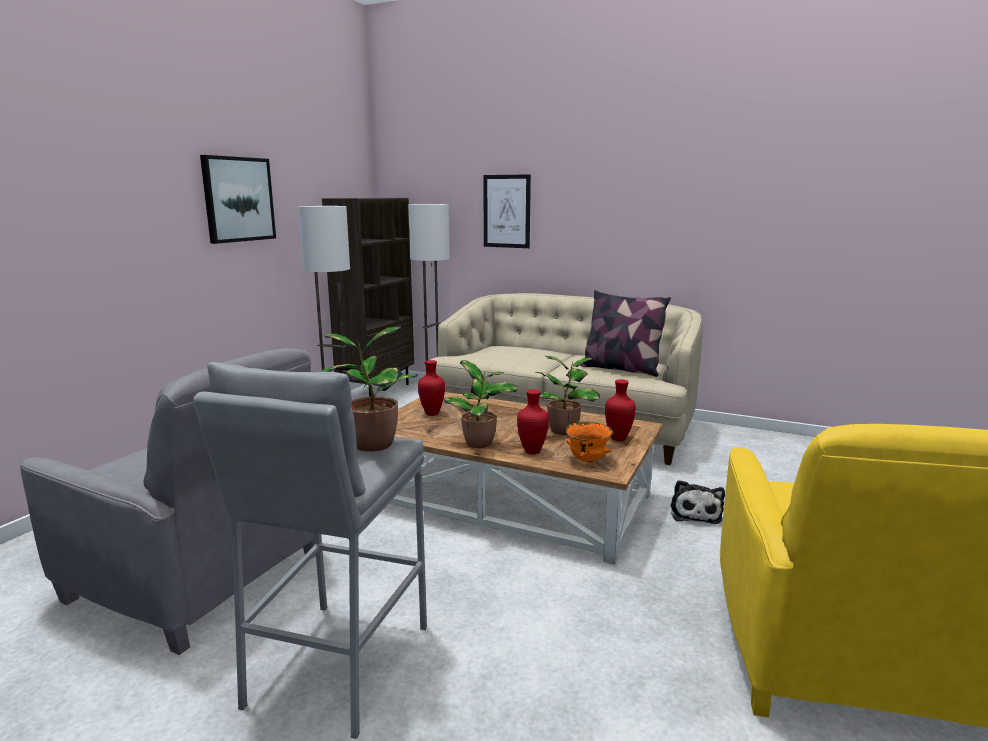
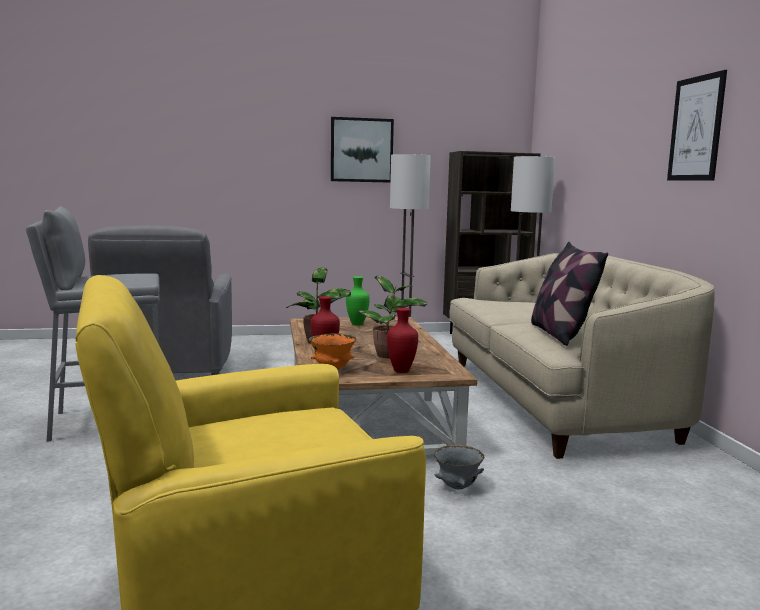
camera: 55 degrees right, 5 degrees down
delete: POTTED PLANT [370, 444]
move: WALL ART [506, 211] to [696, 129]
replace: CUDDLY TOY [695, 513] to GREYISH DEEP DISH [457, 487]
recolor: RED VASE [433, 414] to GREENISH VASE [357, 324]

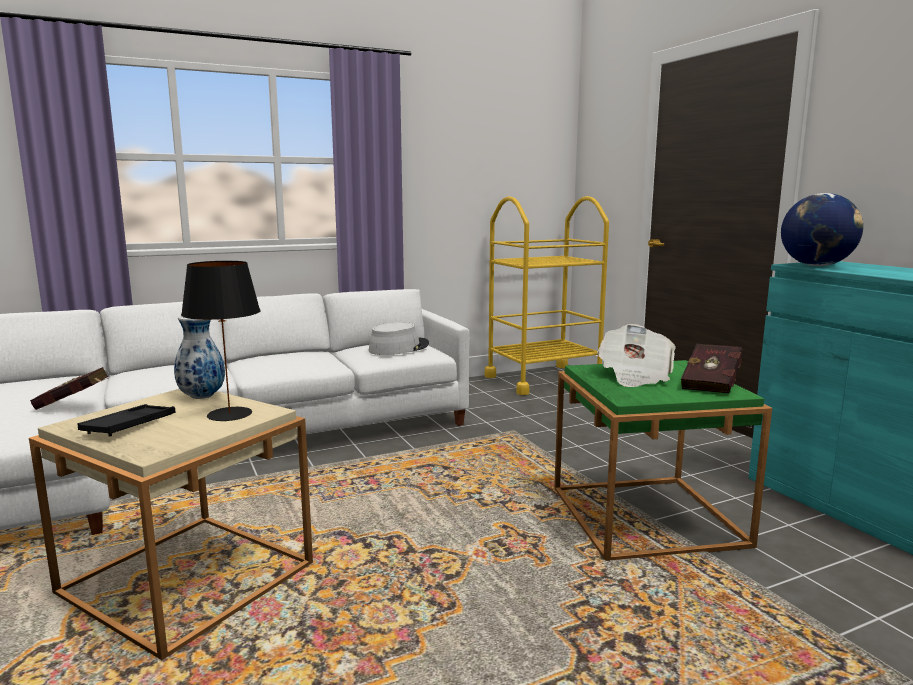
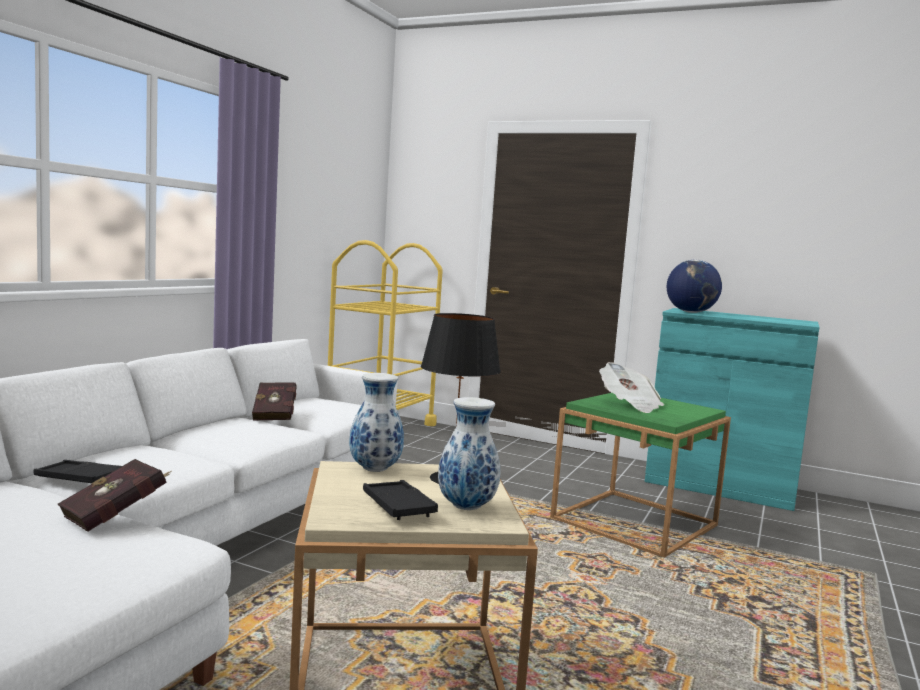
camera: 40 degrees left, 5 degrees down
delete: GREYISH WEARABLE HAT [398, 348]
insert: BLACK SERVING TRAY [78, 478]; VASE [465, 507]
move: RED BOUND BOOK [712, 385] to [275, 415]

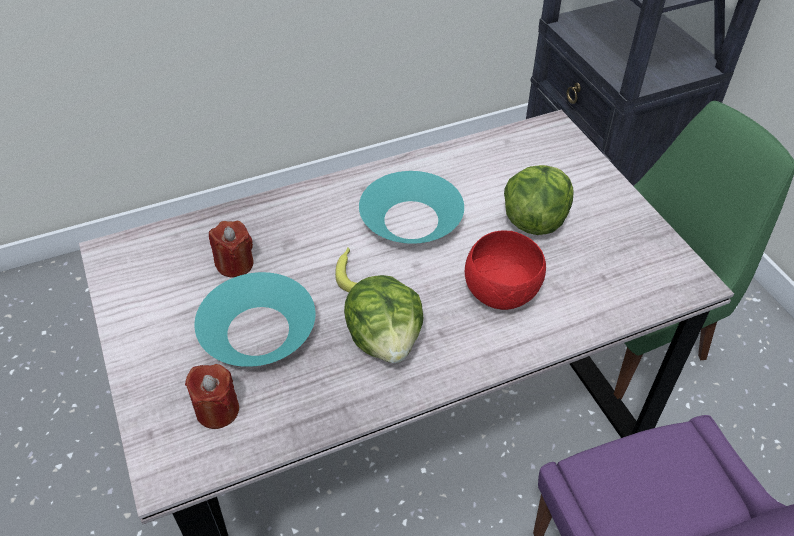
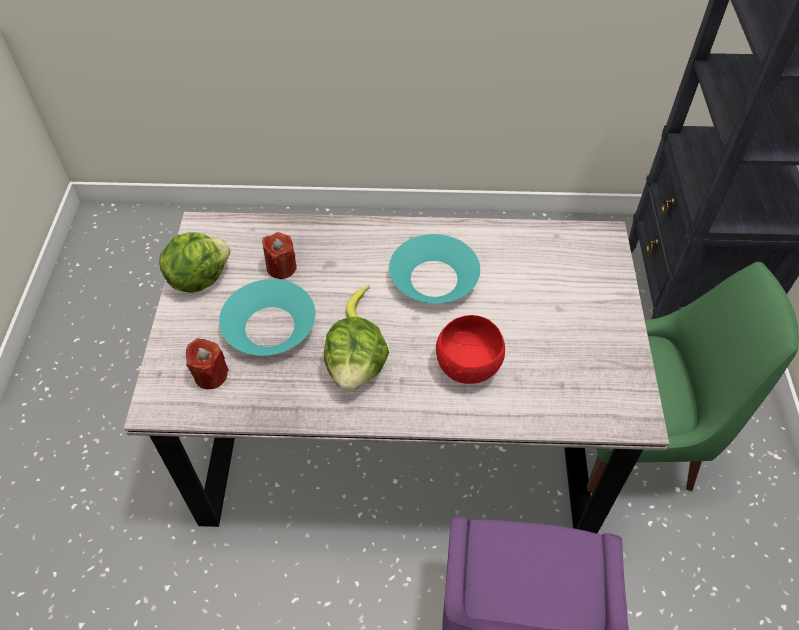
camera: 25 degrees right, 5 degrees up
move: LETTUCE [534, 220] to [198, 278]

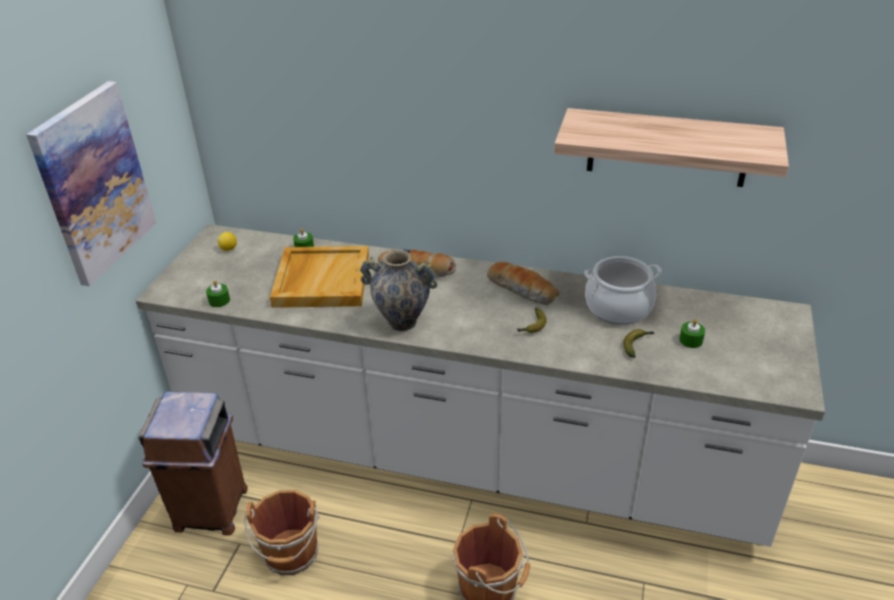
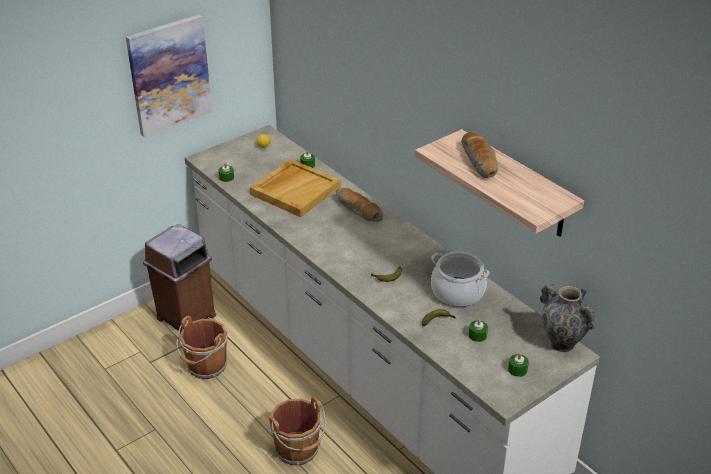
camera: 35 degrees right, 0 degrees up
insert: GREENISH WAX CANDLE [517, 369]
move: BAKERY BREAD [523, 290] to [480, 162]; VASE [402, 322] to [562, 343]

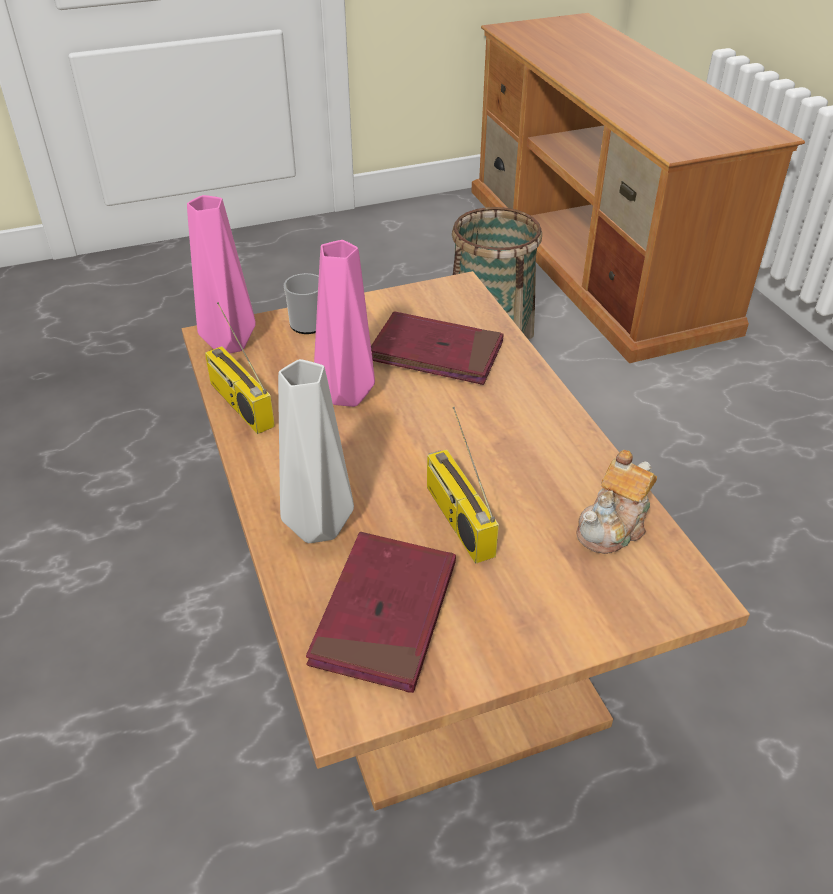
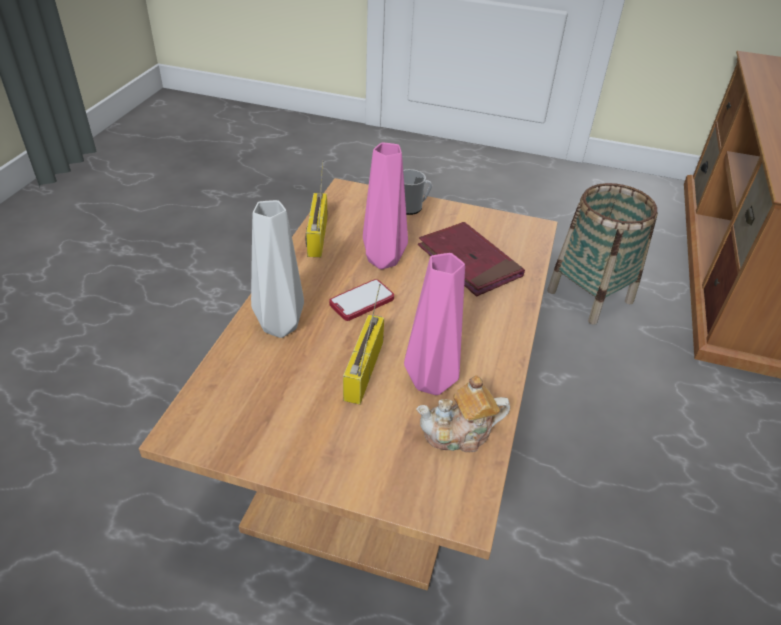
camera: 35 degrees right, 0 degrees up
delete: RED BOUND BOOK [385, 614]
insert: TELEPHONE [362, 301]
move: PINKISH VASE [229, 346] to [430, 384]

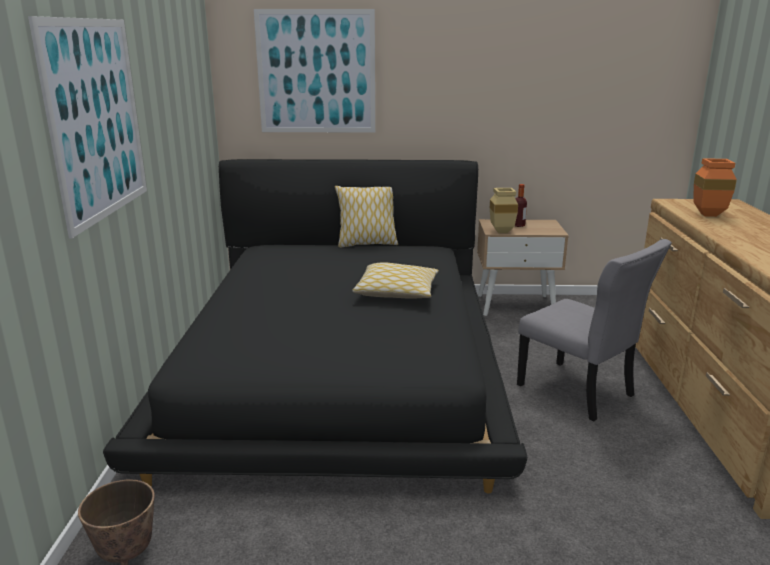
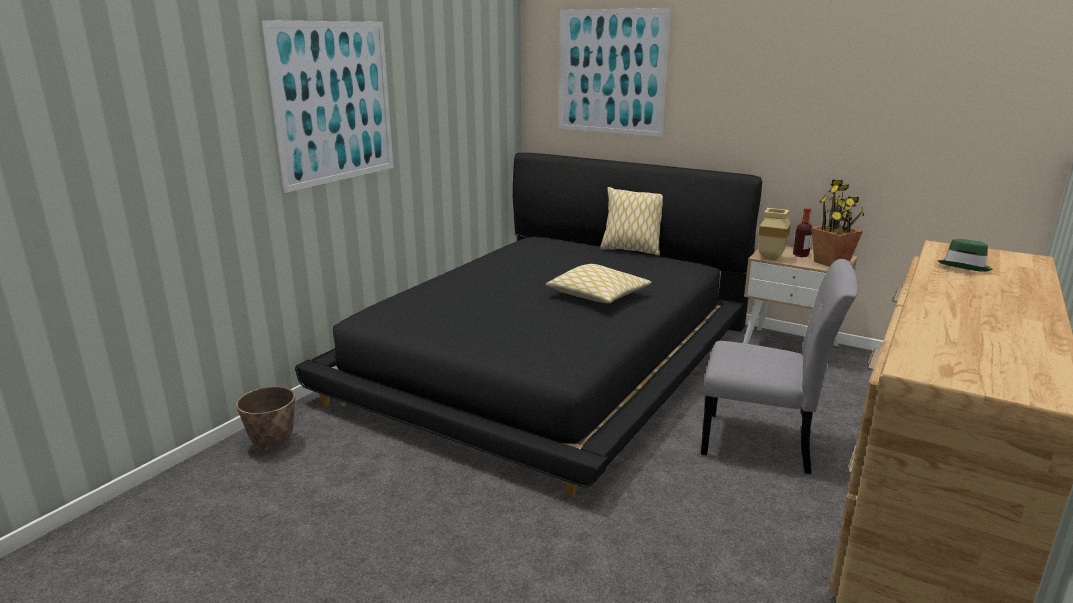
camera: 30 degrees right, 0 degrees up
insert: POTTED PLANT [831, 263]
replace: ORANGE VASE [709, 214] to GREENISH WEARABLE HAT [965, 266]
rotate: GREYISH CHAIR [578, 392] = [763, 443] 60 degrees counterclockwise

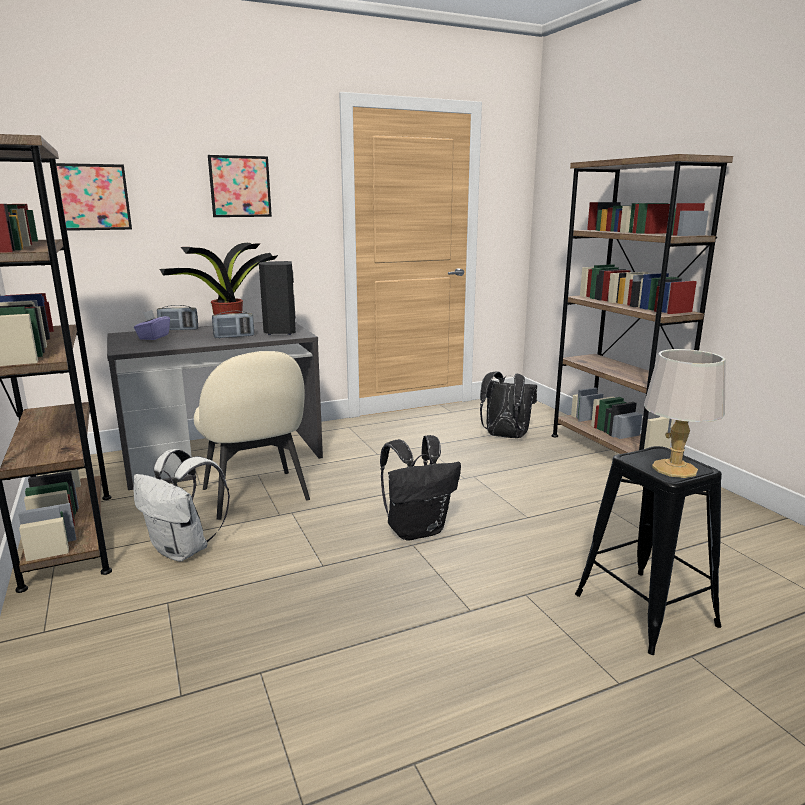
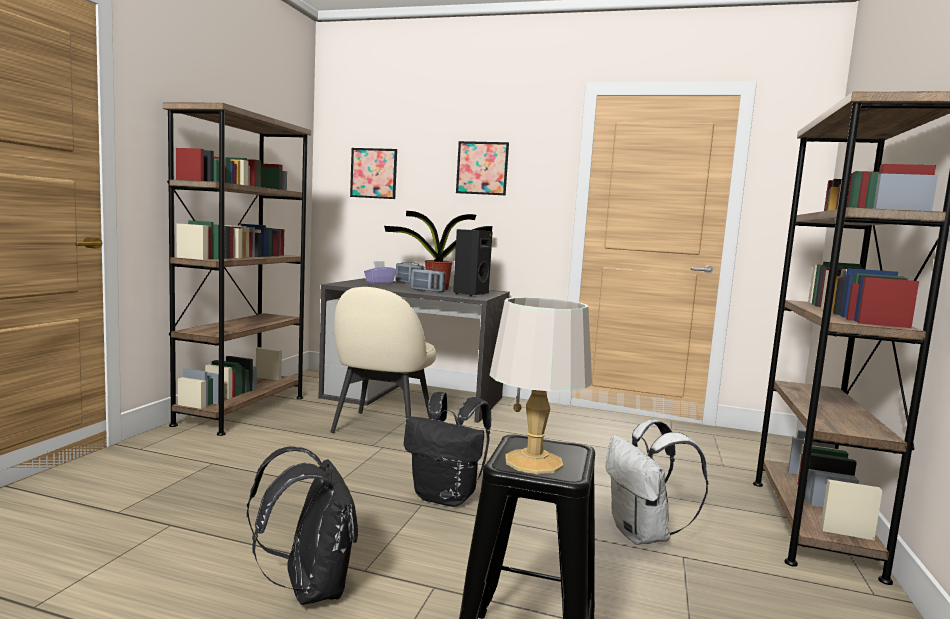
camera: 40 degrees right, 10 degrees down
move: BLACK KNAPSACK [504, 436] to [309, 588]; WHITE-COLOURED KNAPSACK [184, 550] to [643, 535]

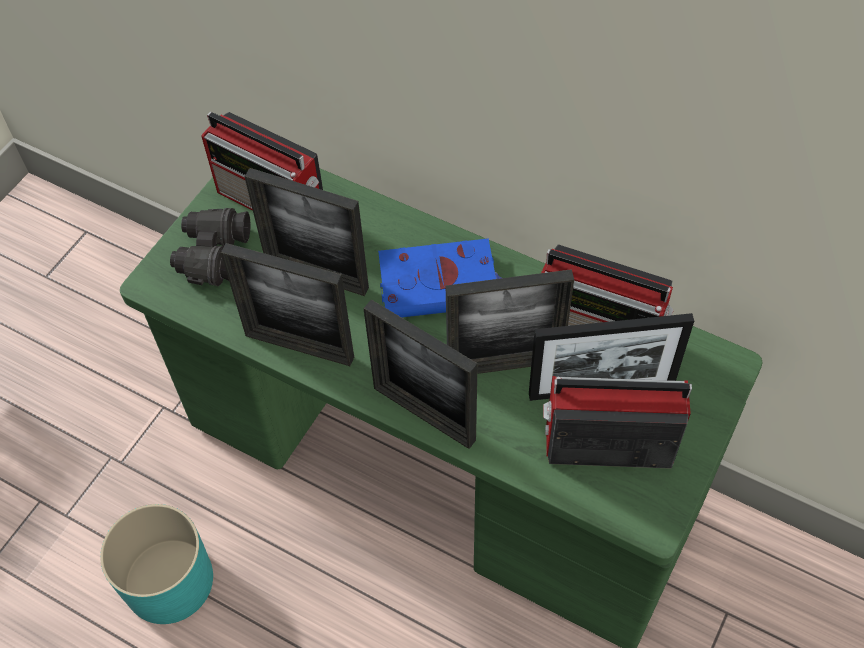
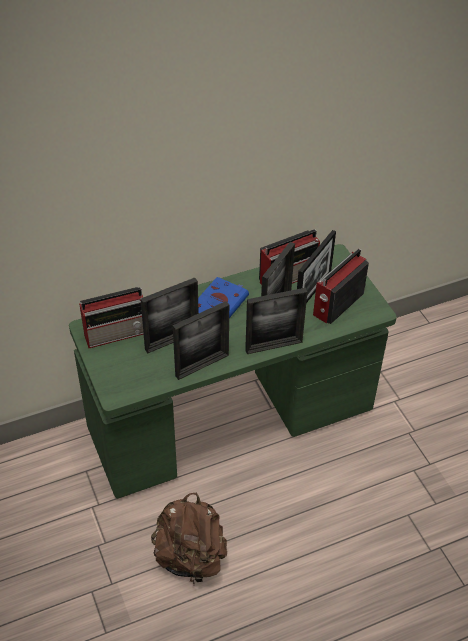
camera: 55 degrees left, 10 degrees down
delete: BLACK BINOCULARS [213, 255]
replace: BLUE-GREEN FLOWER POT [169, 581] to BROWN KNAPSACK [191, 557]

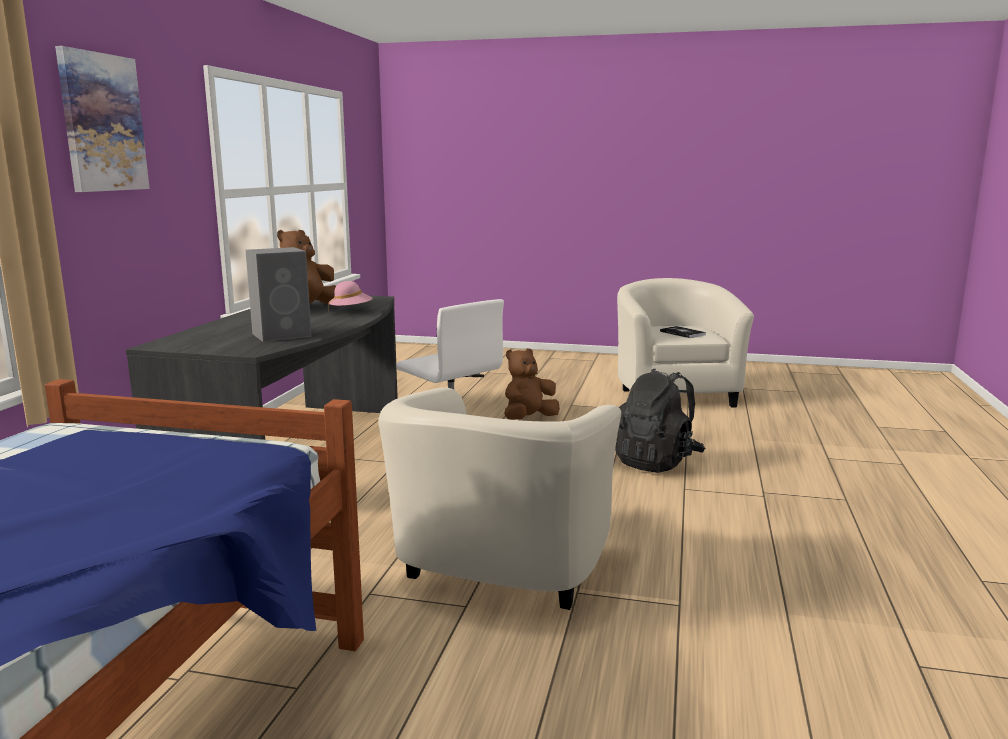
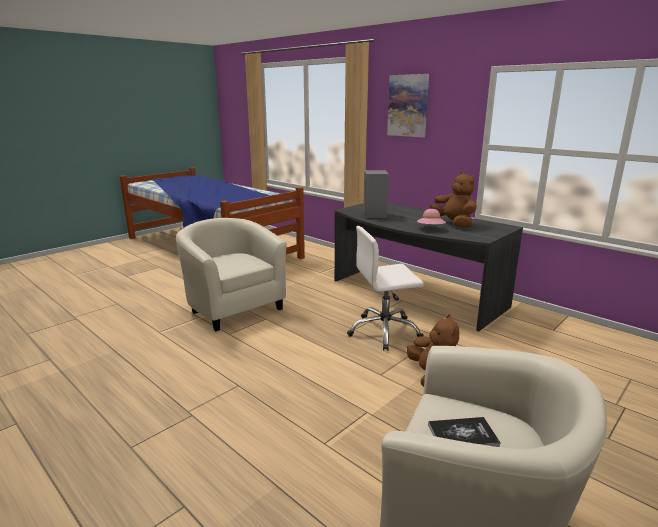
camera: 120 degrees right, 5 degrees up
delete: BLACK KNAPSACK [656, 462]

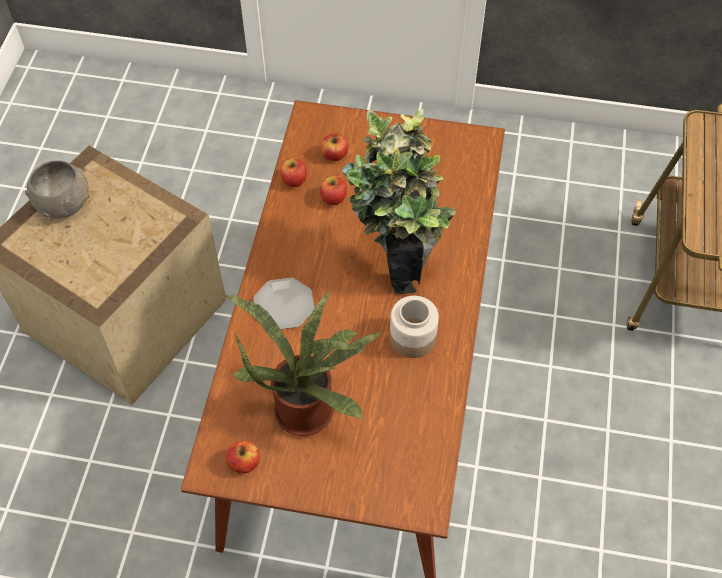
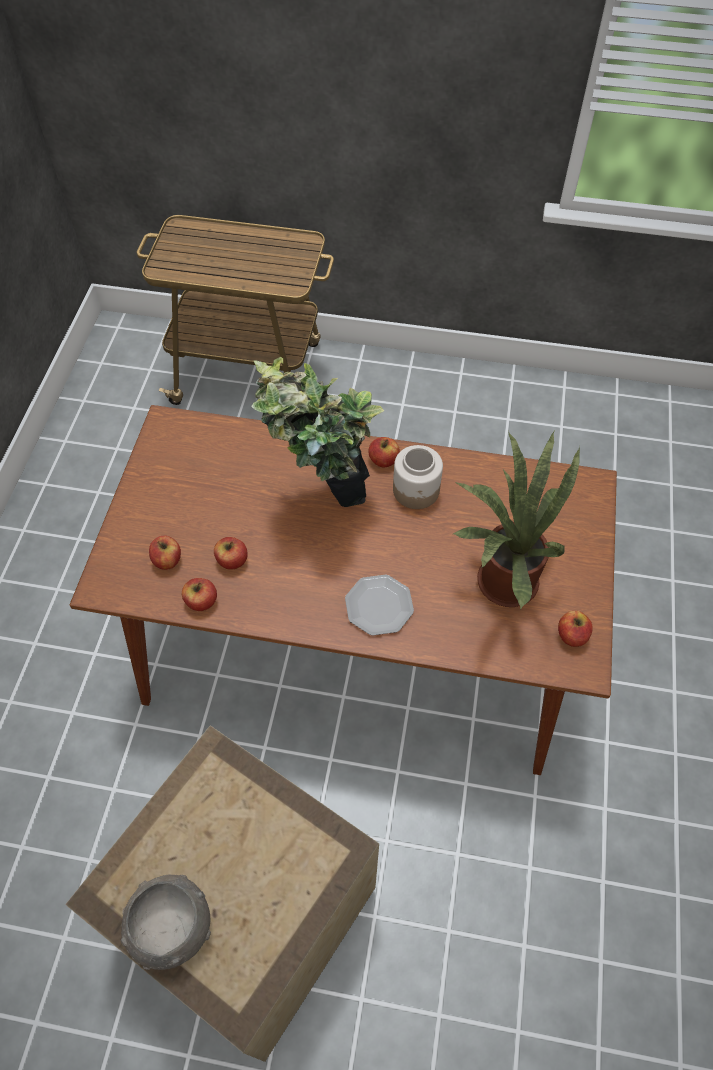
camera: 90 degrees left, 0 degrees up
insert: APPLE [383, 460]

